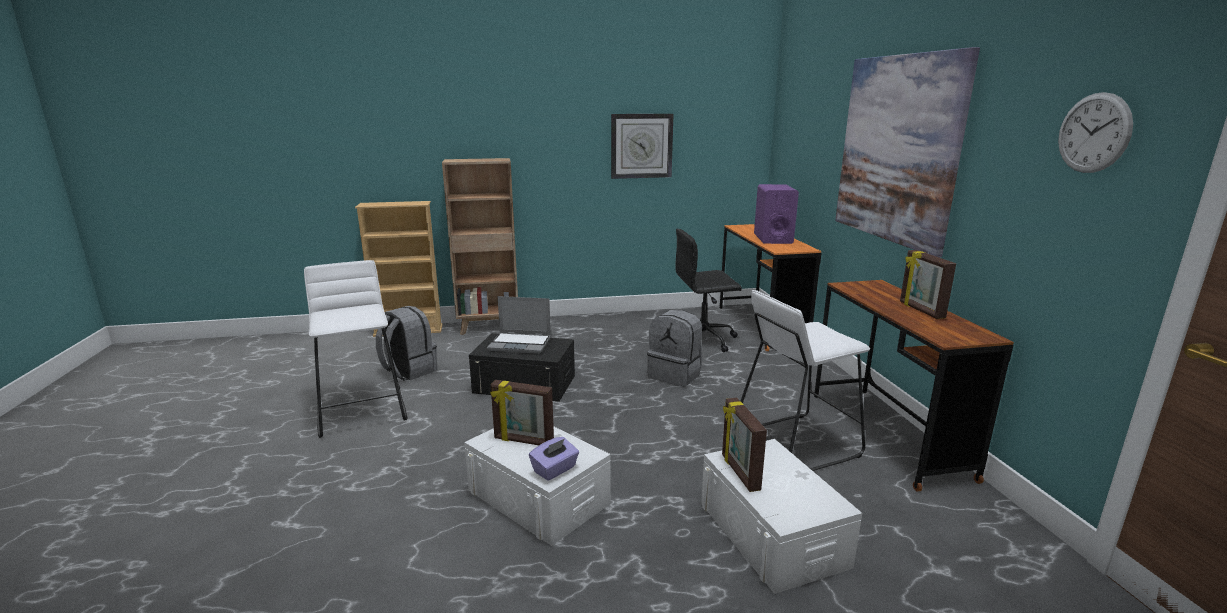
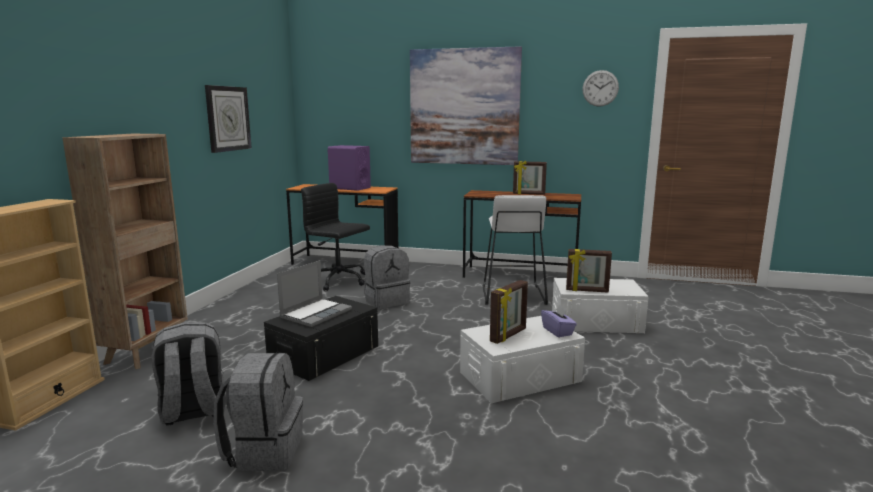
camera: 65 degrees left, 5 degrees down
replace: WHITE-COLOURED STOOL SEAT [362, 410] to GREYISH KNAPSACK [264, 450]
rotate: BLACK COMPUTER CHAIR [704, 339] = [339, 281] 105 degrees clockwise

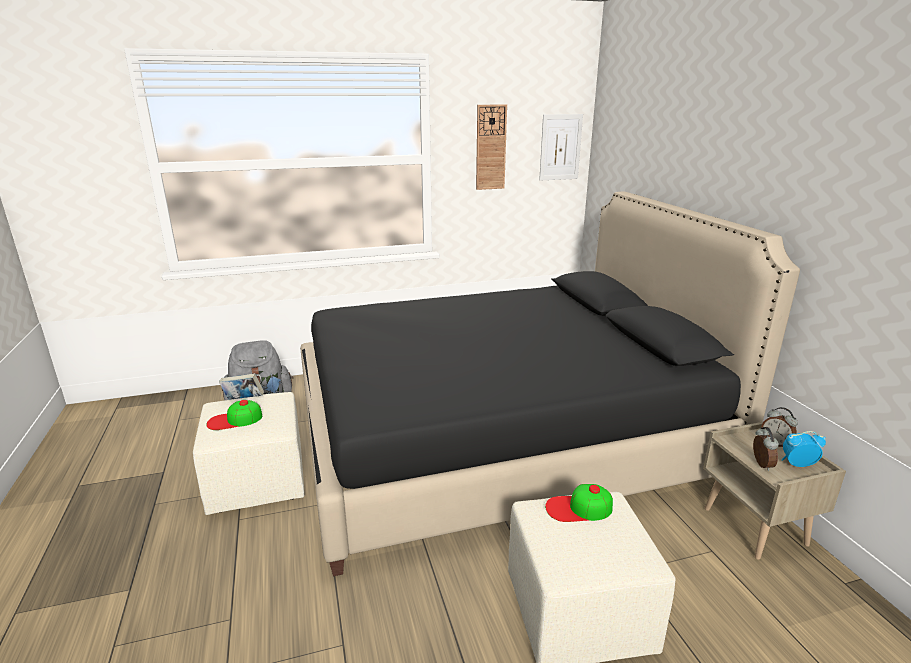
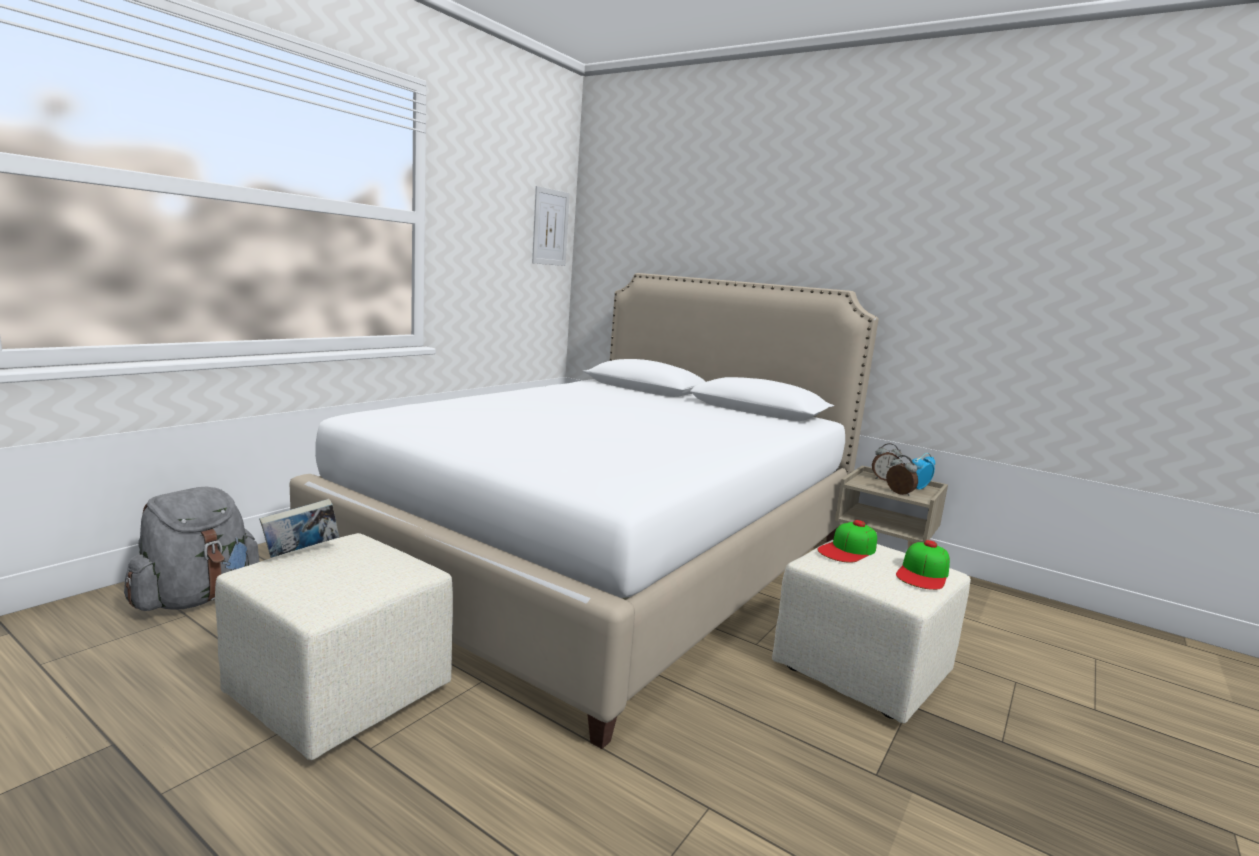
camera: 40 degrees left, 10 degrees down
delete: HANGING CLOCK [490, 147]
move: PEAKED CAP [234, 420] to [923, 573]
recolor: BLACK SLEEPING BED [501, 440] to WHITE-COLOURED SLEEPING BED [607, 558]

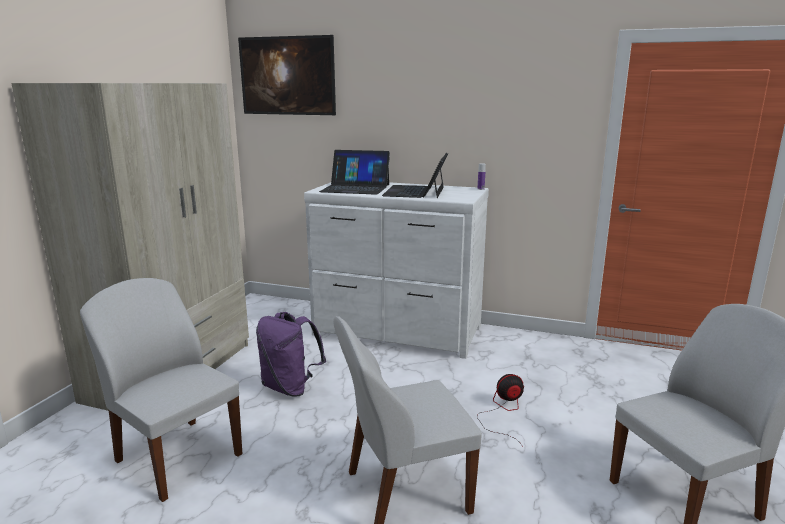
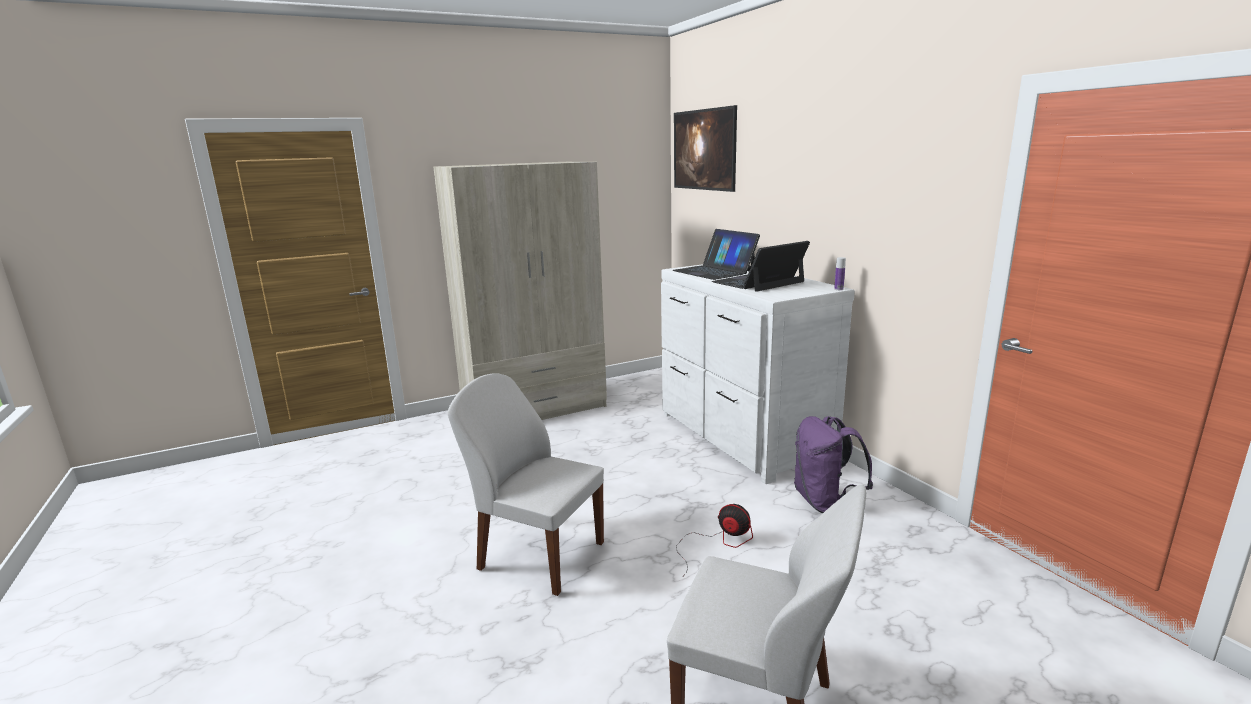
camera: 45 degrees right, 0 degrees up
delete: WHITE-COLOURED CHAIR [177, 456]
move: PURPLE KNAPSACK [290, 387] to [825, 502]

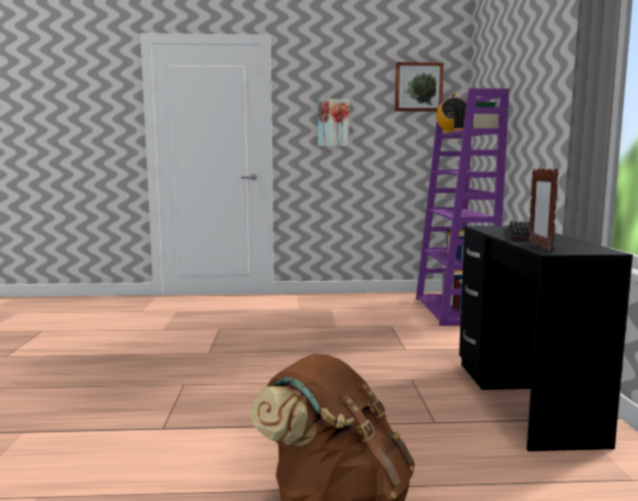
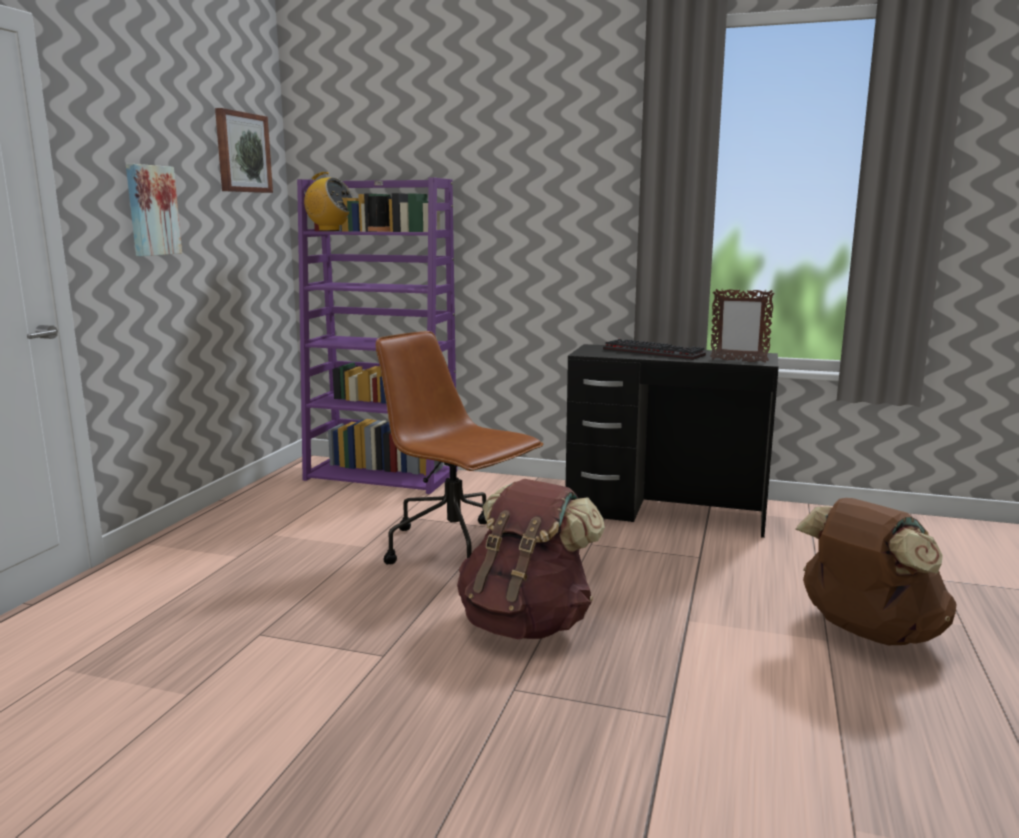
camera: 70 degrees left, 5 degrees up
insert: BROWN COMPUTER CHAIR [456, 547]; BROWN KNAPSACK [526, 623]

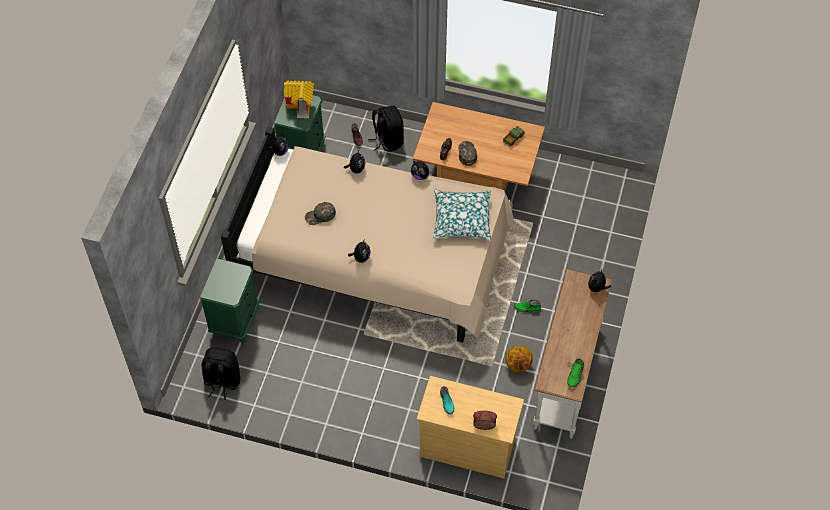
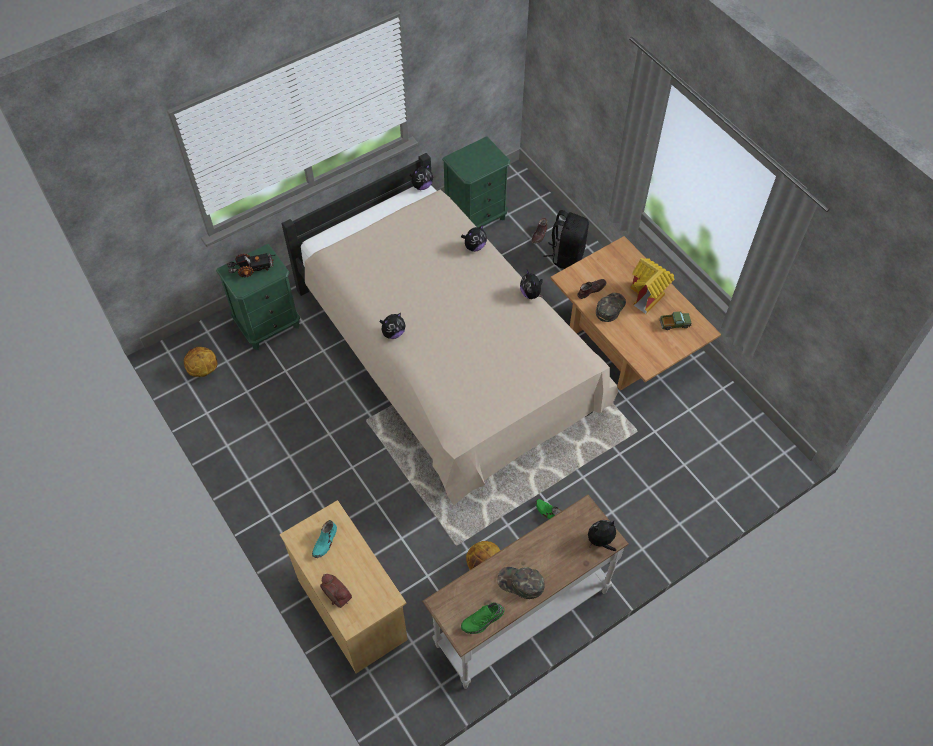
camera: 40 degrees right, 0 degrees up
delete: THROW PILLOW [461, 219]
insert: TOY TRUCK [252, 269]
move: GREENISH PEAKED CAP [320, 216] to [520, 583]; TOY HOUSE [301, 106] to [648, 297]
replace: BLACK KNAPSACK [222, 381] to BASKETBALL BALL [203, 370]

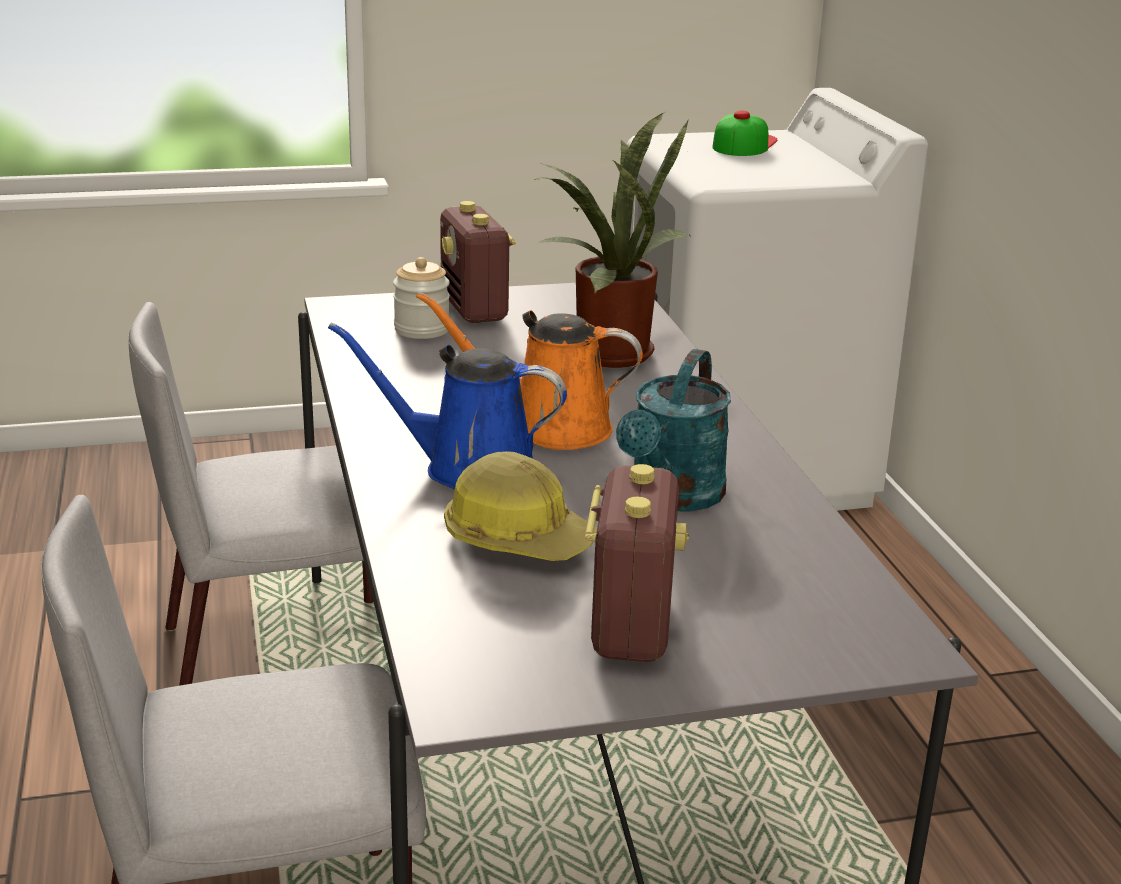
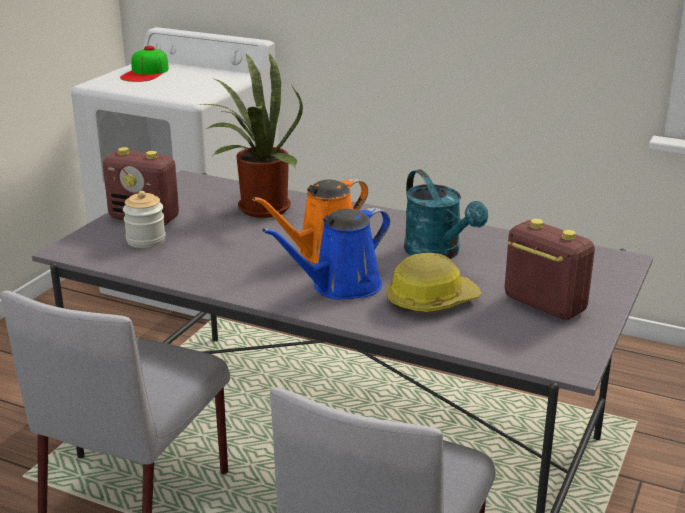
camera: 50 degrees left, 0 degrees up
rotate: PEAKED CAP [743, 144] = [145, 73] 135 degrees counterclockwise

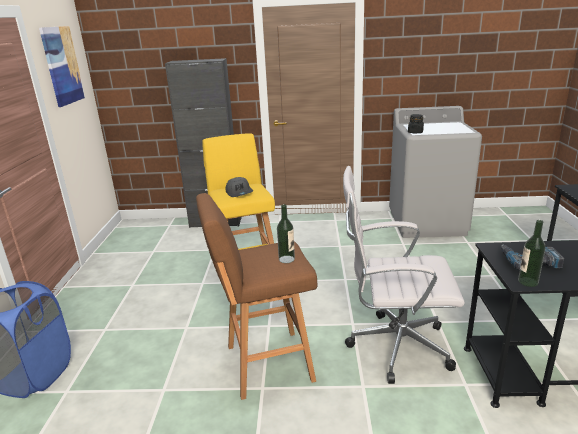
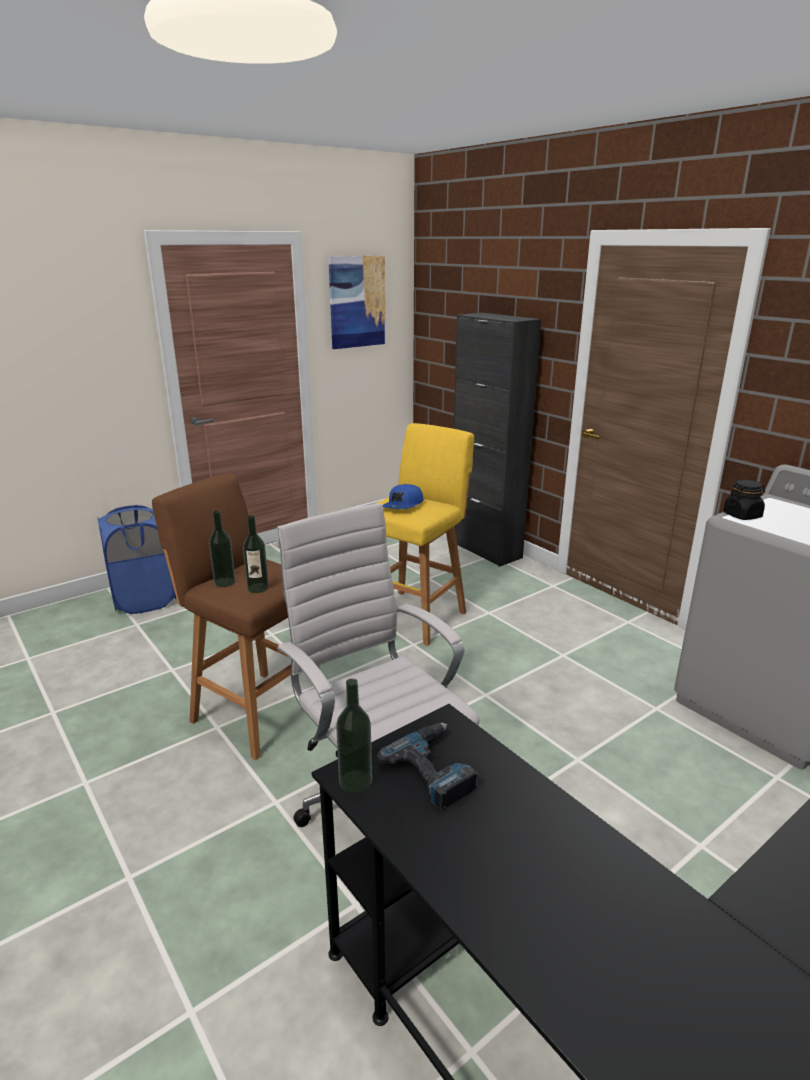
camera: 50 degrees right, 0 degrees up
insert: DRINK BOTTLE [224, 582]
recolor: GREYISH PEAKED CAP [239, 193] to BLUE-COLOURED PEAKED CAP [403, 506]

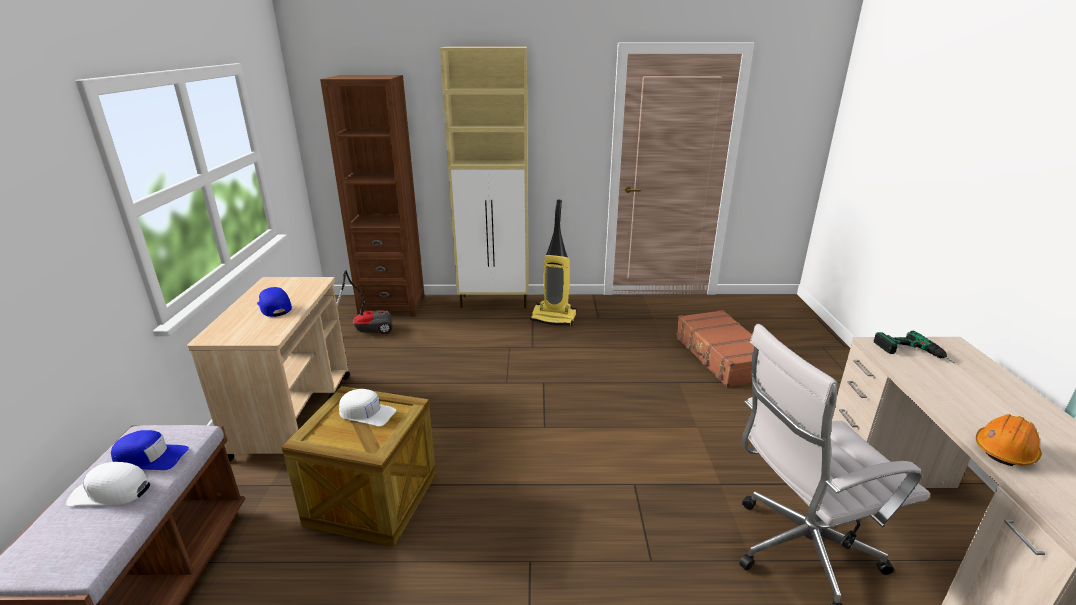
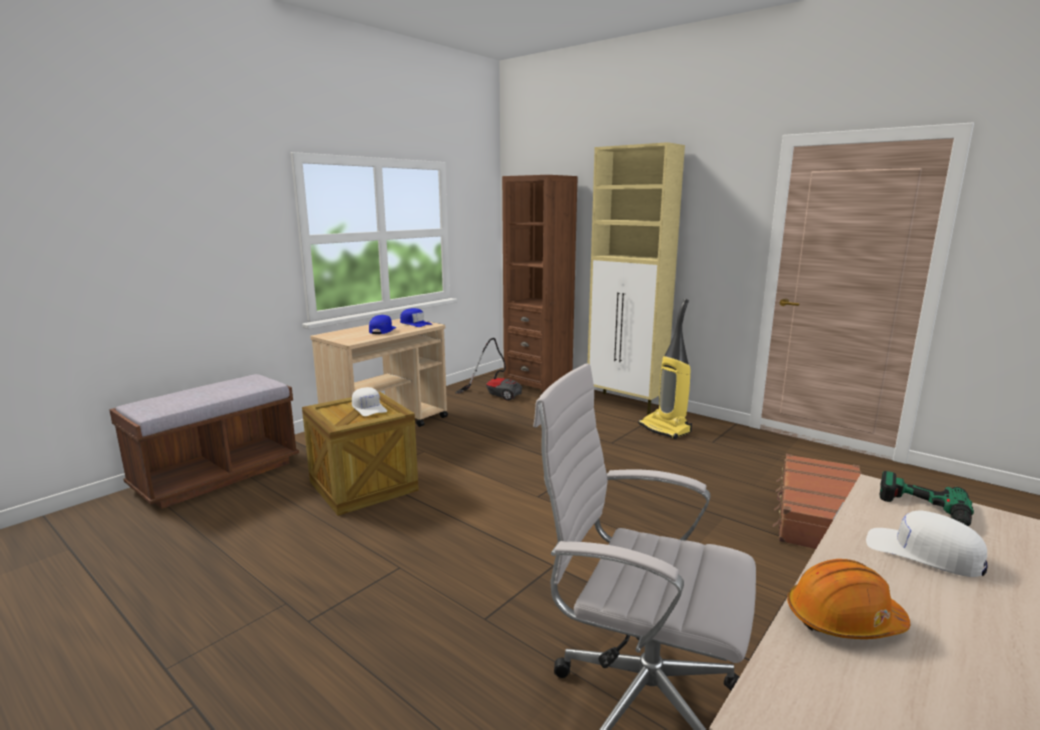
camera: 40 degrees right, 10 degrees down
move: BLUE-COLOURED PEAKED CAP [150, 458] to [415, 323]; WHITE-COLOURED PEAKED CAP [110, 492] to [923, 553]

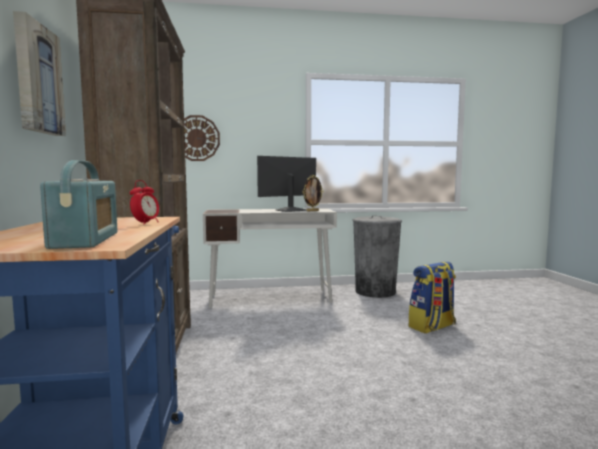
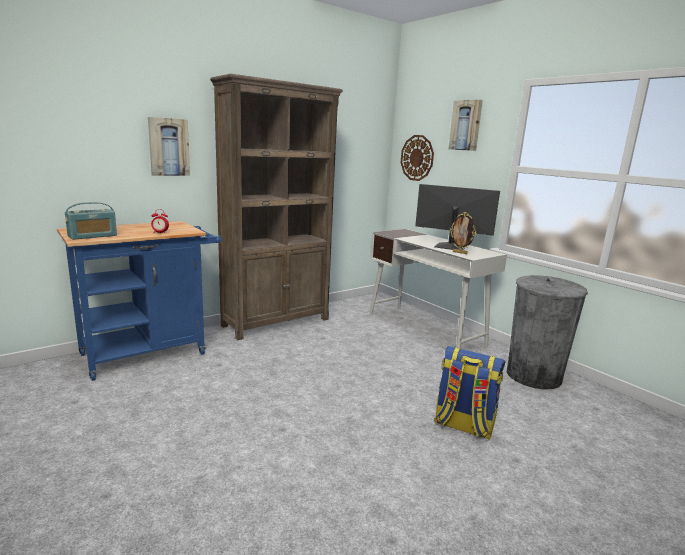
camera: 60 degrees right, 10 degrees up
insert: WALL ART [466, 125]

